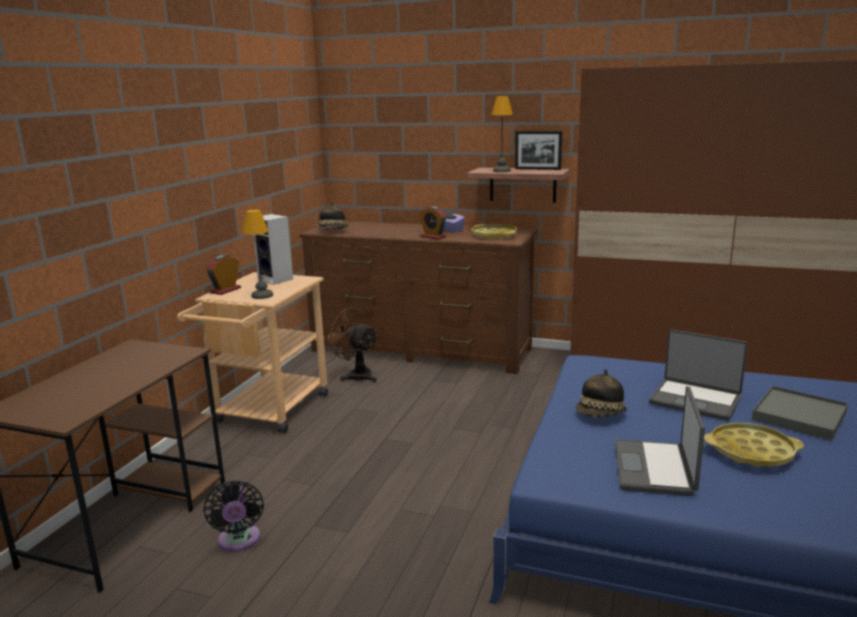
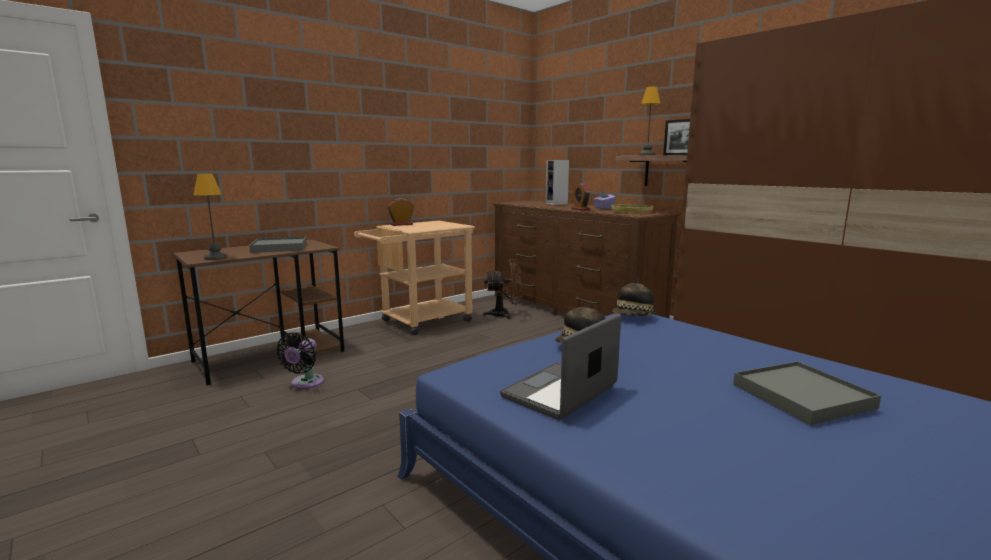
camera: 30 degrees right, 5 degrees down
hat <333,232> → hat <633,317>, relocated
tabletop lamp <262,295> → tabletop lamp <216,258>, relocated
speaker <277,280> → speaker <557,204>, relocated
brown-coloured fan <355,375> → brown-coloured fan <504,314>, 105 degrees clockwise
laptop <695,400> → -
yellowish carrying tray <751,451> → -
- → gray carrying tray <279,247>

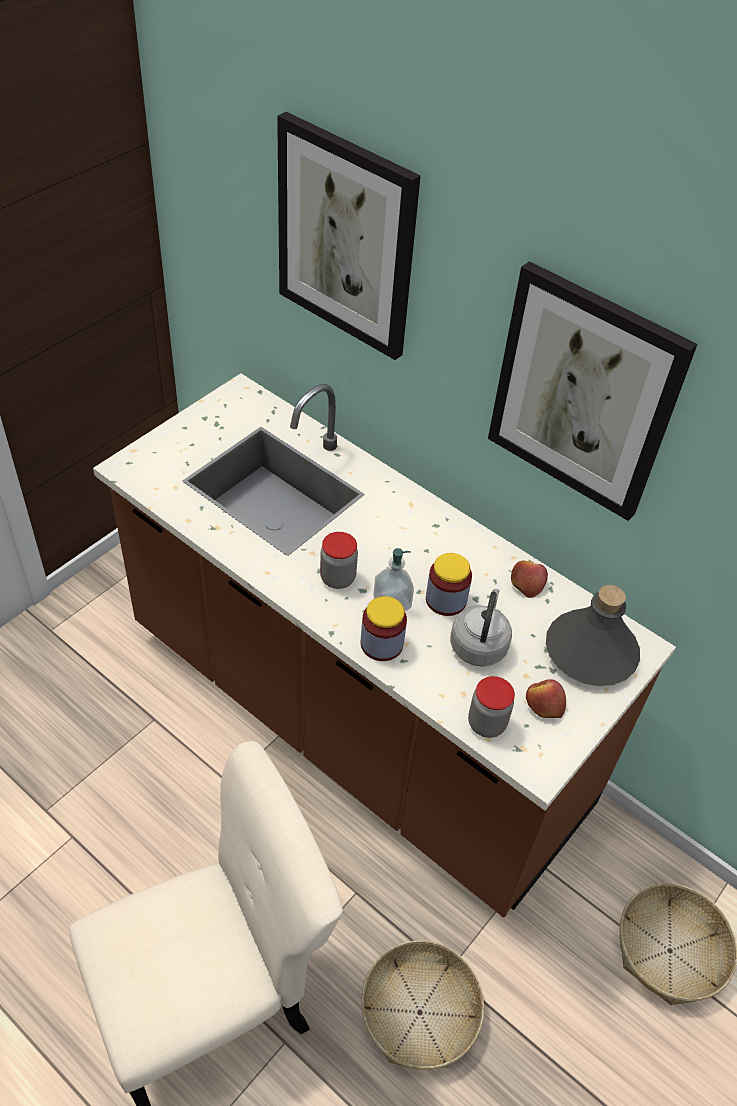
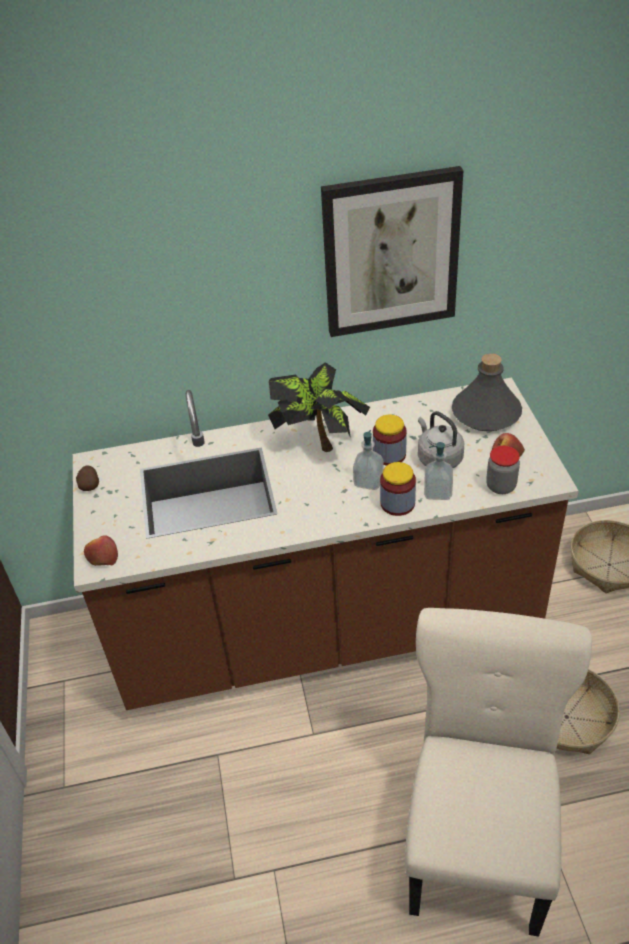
camera: 45 degrees left, 5 degrees down
wall picture <346,238> → -
preserve jar <337,578> → -
whole apple <527,582> → whole apple <102,556>, relocated
- → potted plant <318,442>
- → soap bottle <437,492>
- → spud <90,485>

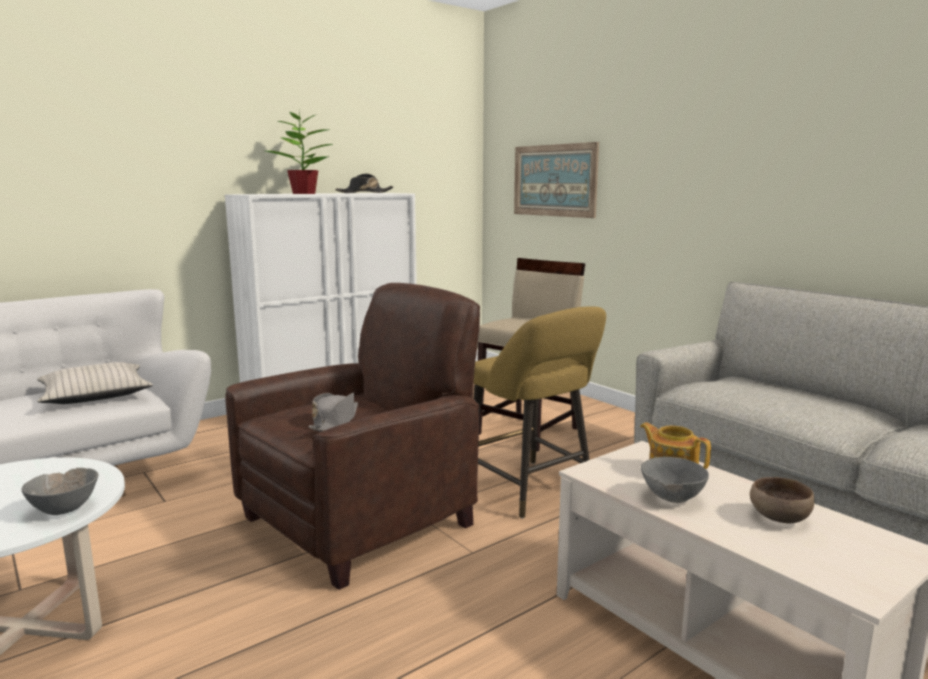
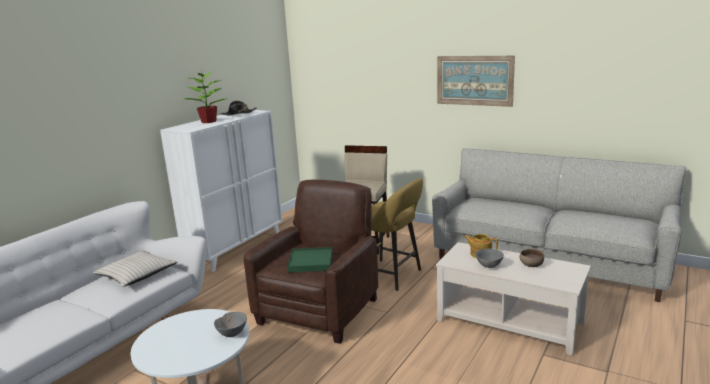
camera: 20 degrees left, 5 degrees up
wall picture <554,180> → wall picture <474,80>, relocated
gray hat <335,421> → greenish carrying tray <310,262>

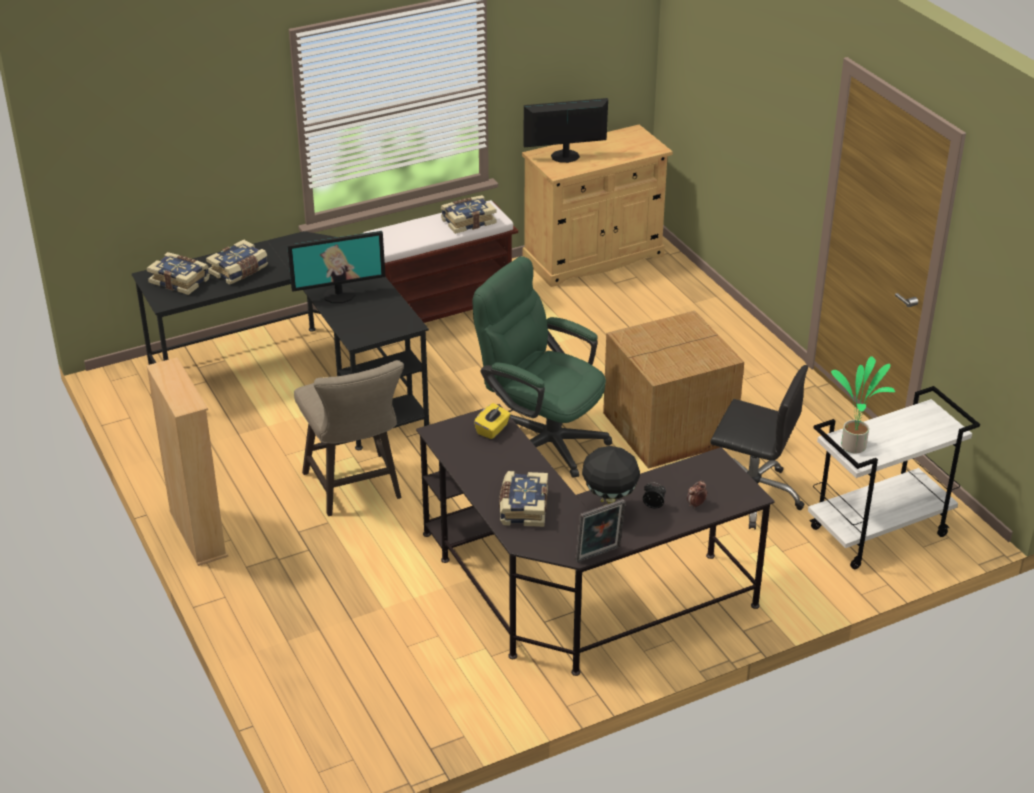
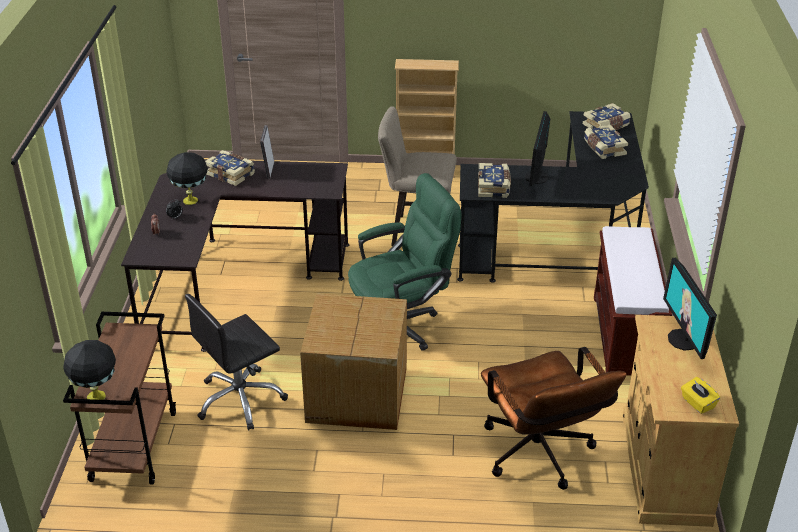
camera: 120 degrees right, 0 degrees up
monitor <565,156> → monitor <683,339>, 150 degrees clockwise
book <468,221> → book <494,187>, relocated
potted plant <855,446> → -
whitish trolley <878,533> → brown-coloured trolley <133,445>
yellowish box of tissues <492,430> → yellowish box of tissues <697,403>, relocated
picture frame <599,556> → picture frame <268,170>, relocated
- → blackish tabletop lamp <97,396>
- → brown-coloured computer chair <541,457>

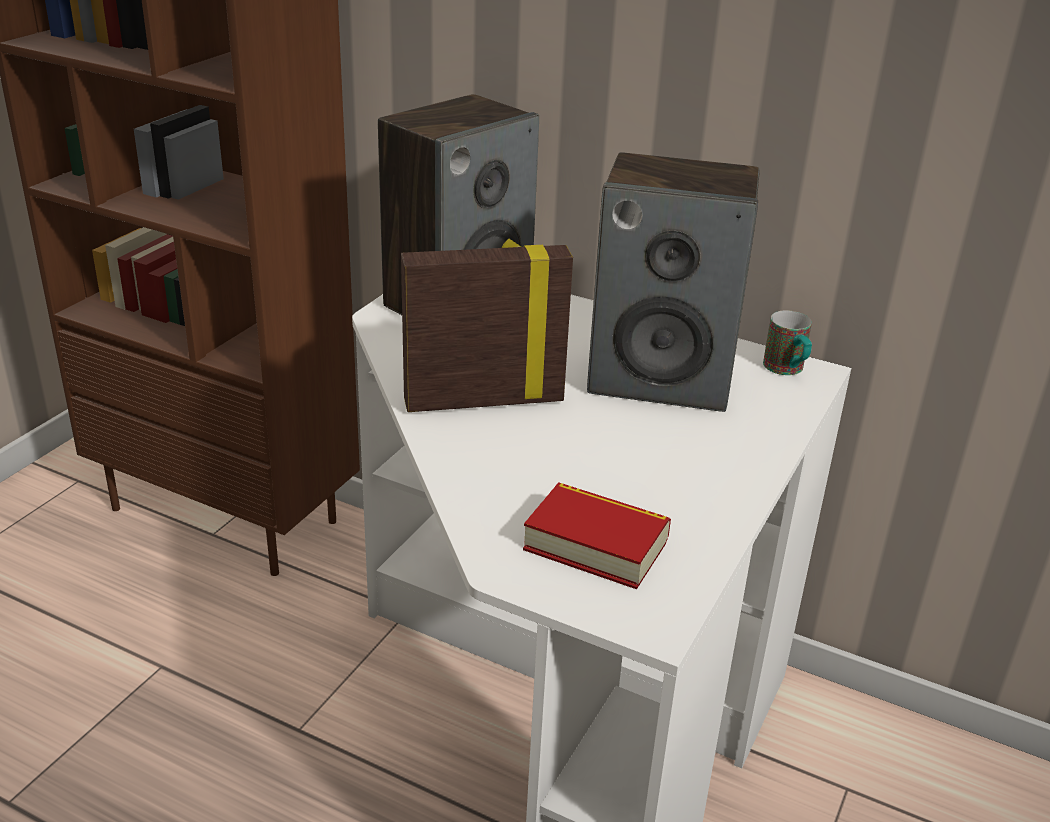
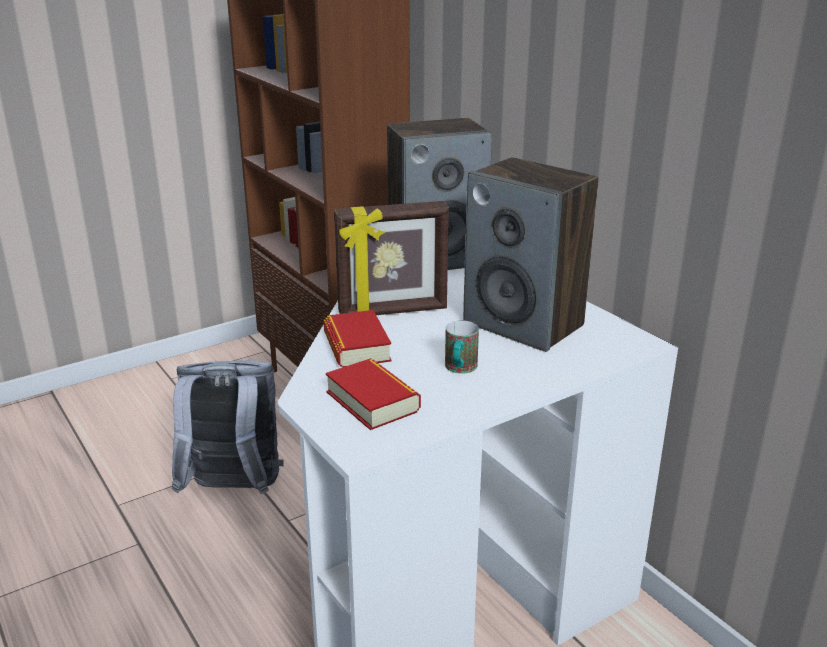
camera: 30 degrees right, 5 degrees down
picture frame <483,400> → picture frame <393,312>, 150 degrees clockwise
mug <787,370> → mug <459,369>, relocated
- → book <356,347>
- → gray backpack <233,490>

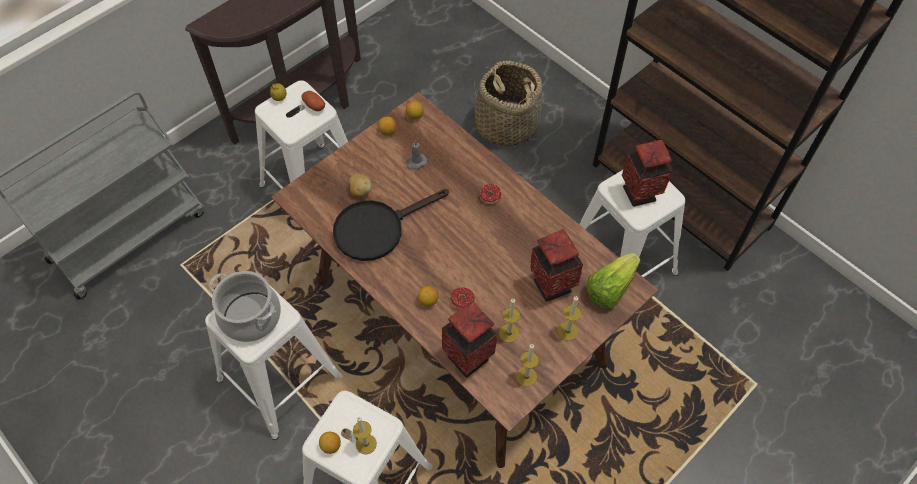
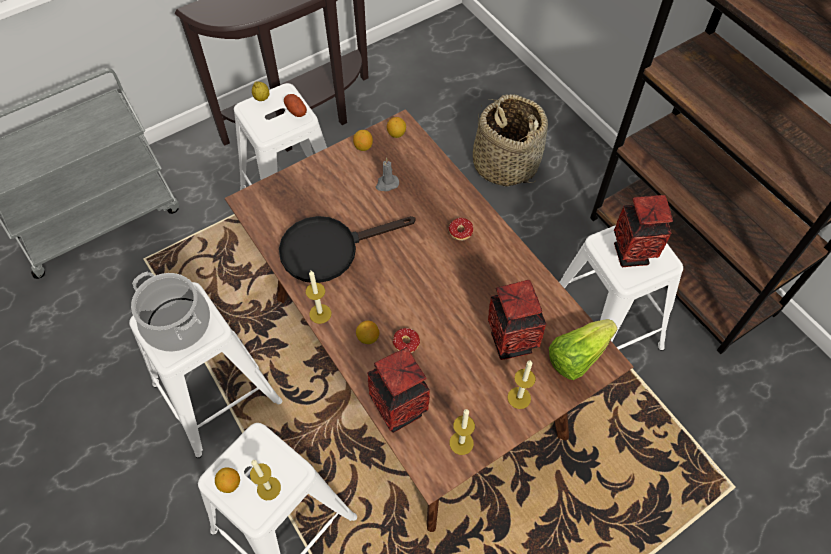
camera: 10 degrees right, 0 degrees up
spud <360,191> → -
wax candle <509,333> → wax candle <320,313>, relocated

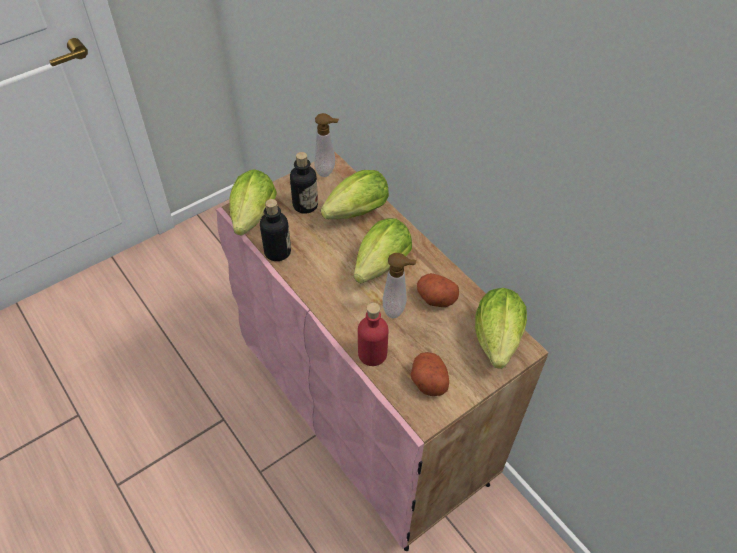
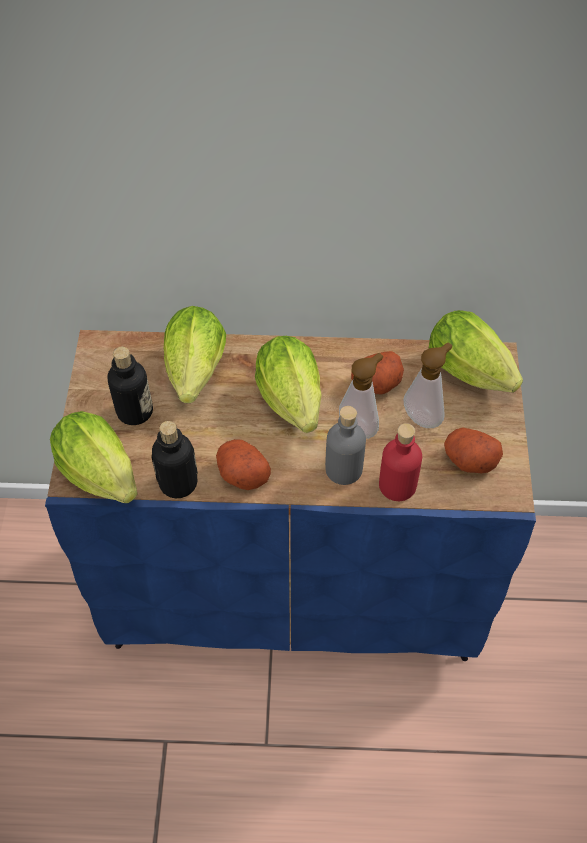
camera: 50 degrees left, 5 degrees up
soap bottle <327,171> → soap bottle <424,416>, relocated
pink-coloured cabinet <368,417> → bluish cabinet <295,587>
- → gray drink bottle <343,469>
- → spud <242,473>

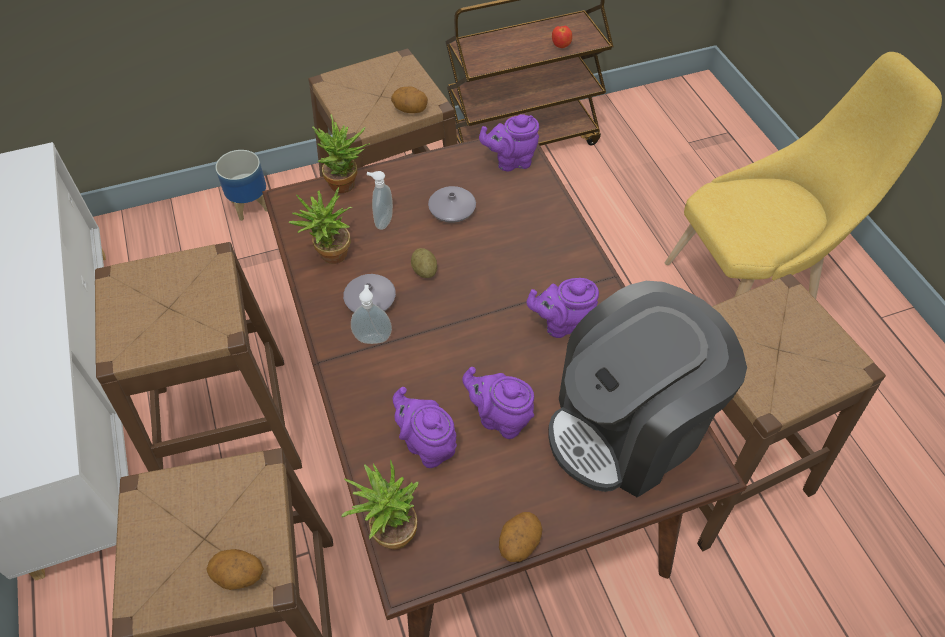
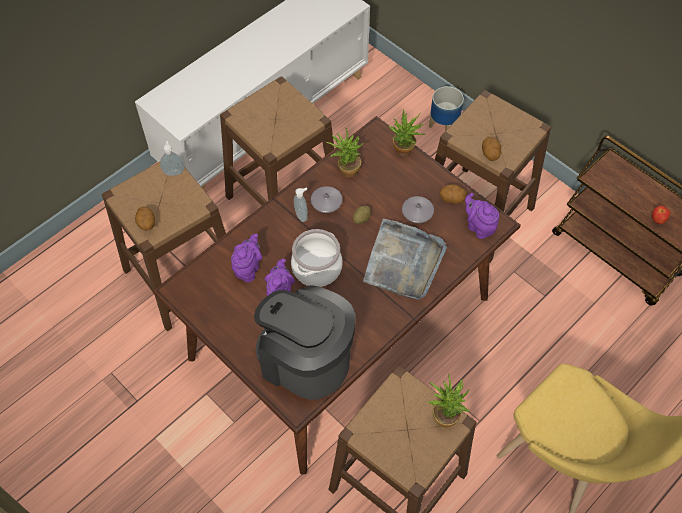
camera: 65 degrees right, 5 degrees up
soap bottle <382,221> → soap bottle <174,172>, relocated
purple teapot <562,324> → -
potted plant <389,530> → potted plant <444,414>, relocated
spud <518,543> → spud <452,199>, relocated
- → gray carrying tray <403,262>
- → cooking pot <317,268>

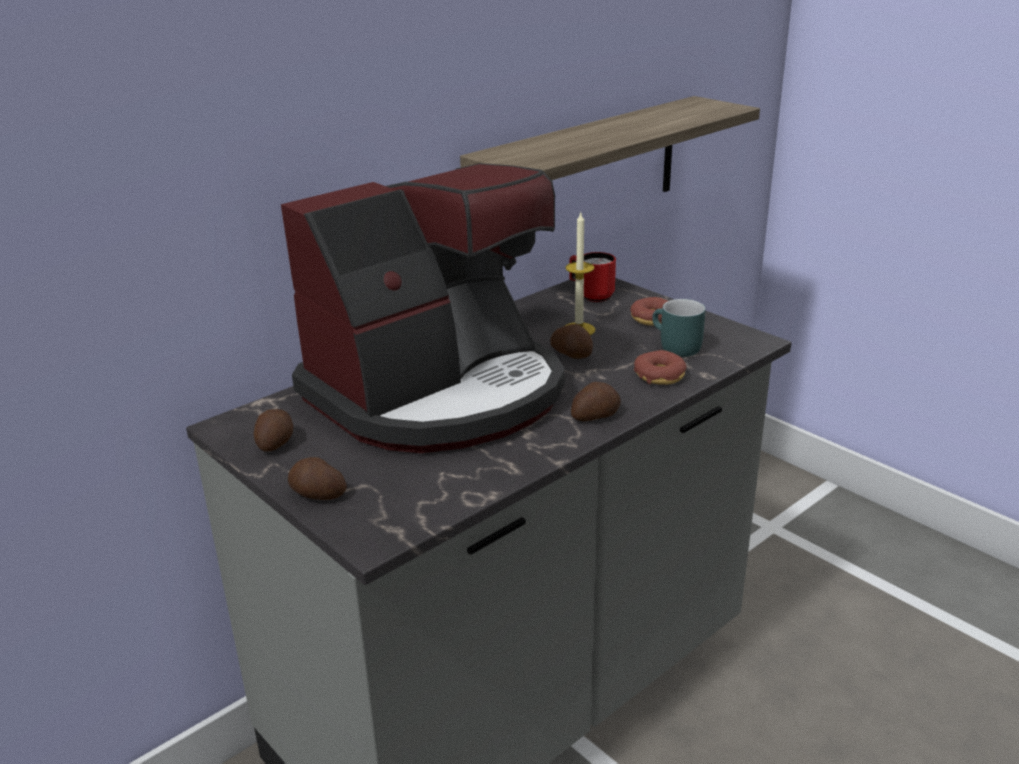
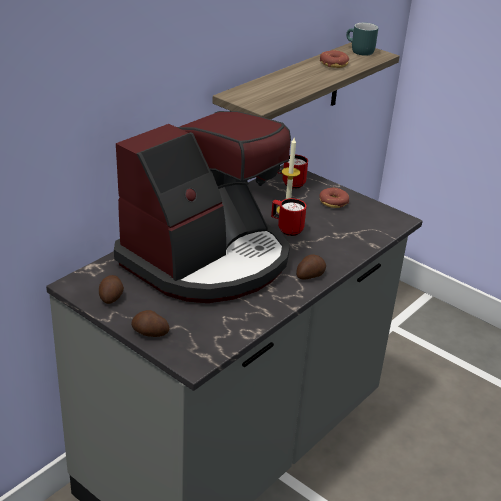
camera: 10 degrees left, 5 degrees up
turquoise-coloured mug <673,347> → turquoise-coloured mug <358,51>, relocated
spud <572,353> → reddish mug <286,229>
doughnut <659,375> → doughnut <334,64>, relocated

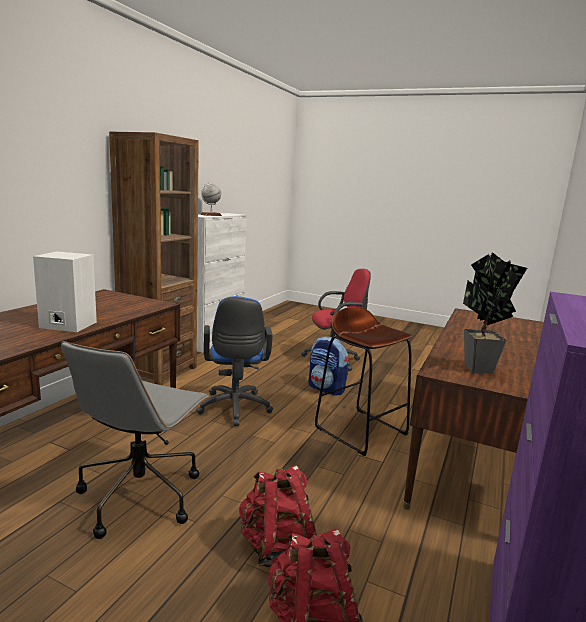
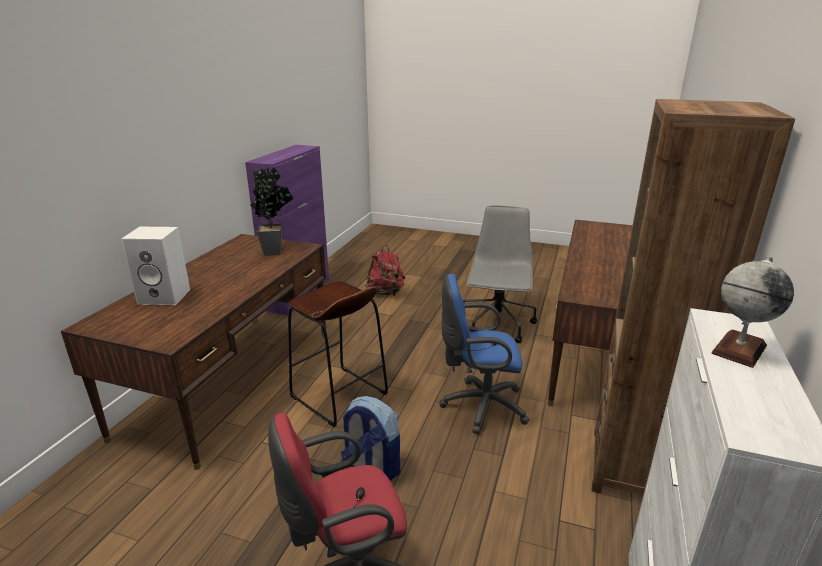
camera: 175 degrees right, 10 degrees up
whitish speaker <66,325> → whitish speaker <166,296>, relocated
bluish computer chair <234,409> → bluish computer chair <479,406>, 75 degrees counterclockwise
reddish backpack <275,546> → -

